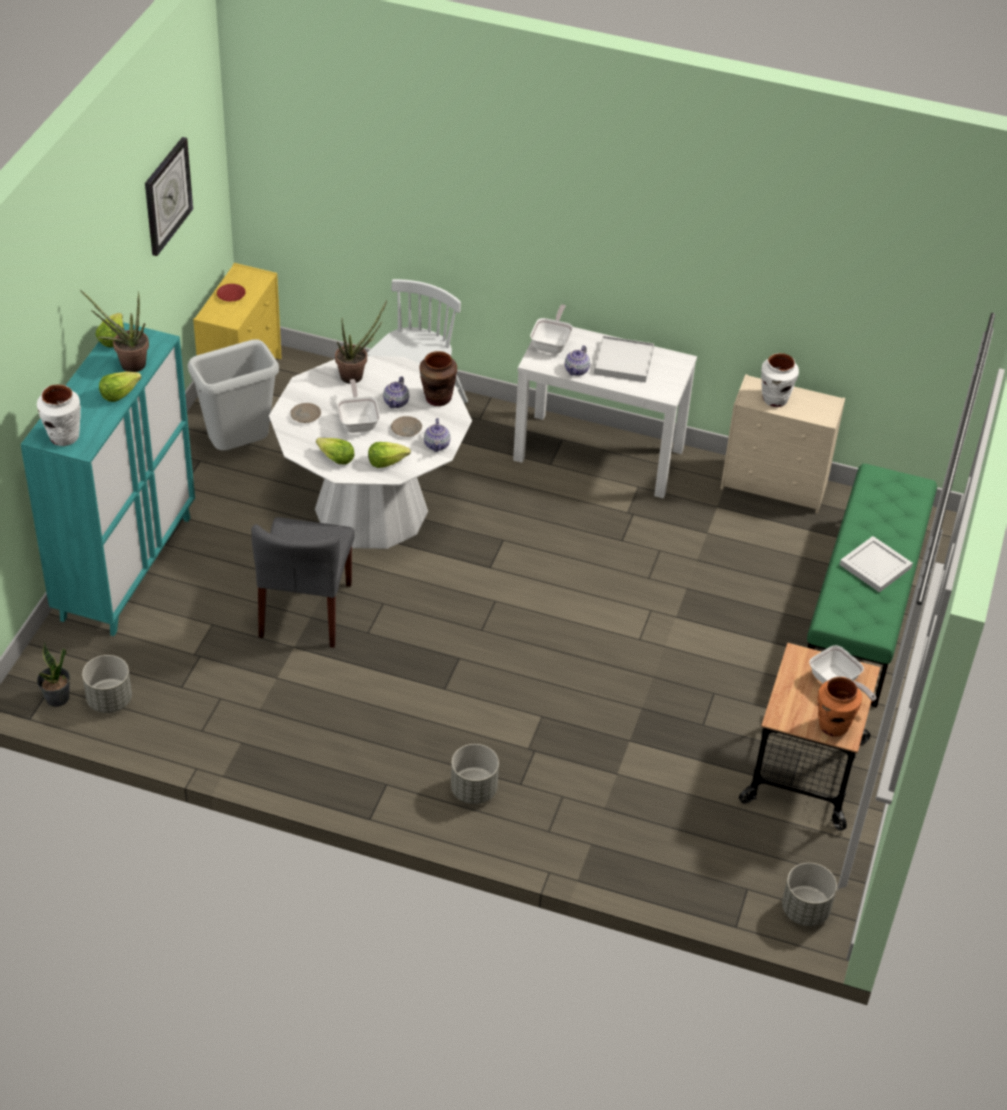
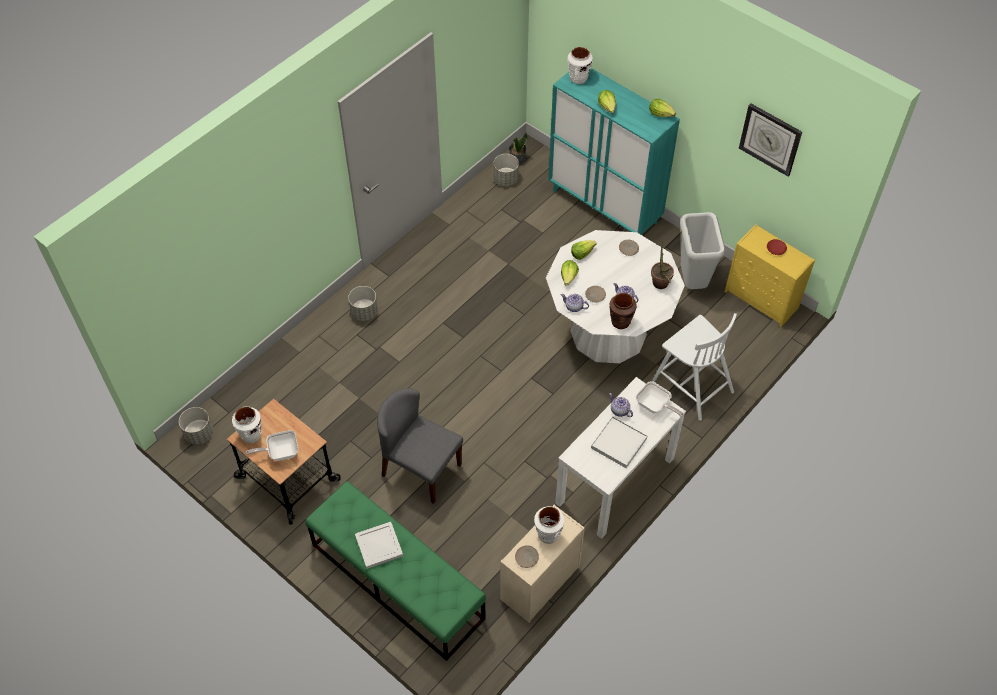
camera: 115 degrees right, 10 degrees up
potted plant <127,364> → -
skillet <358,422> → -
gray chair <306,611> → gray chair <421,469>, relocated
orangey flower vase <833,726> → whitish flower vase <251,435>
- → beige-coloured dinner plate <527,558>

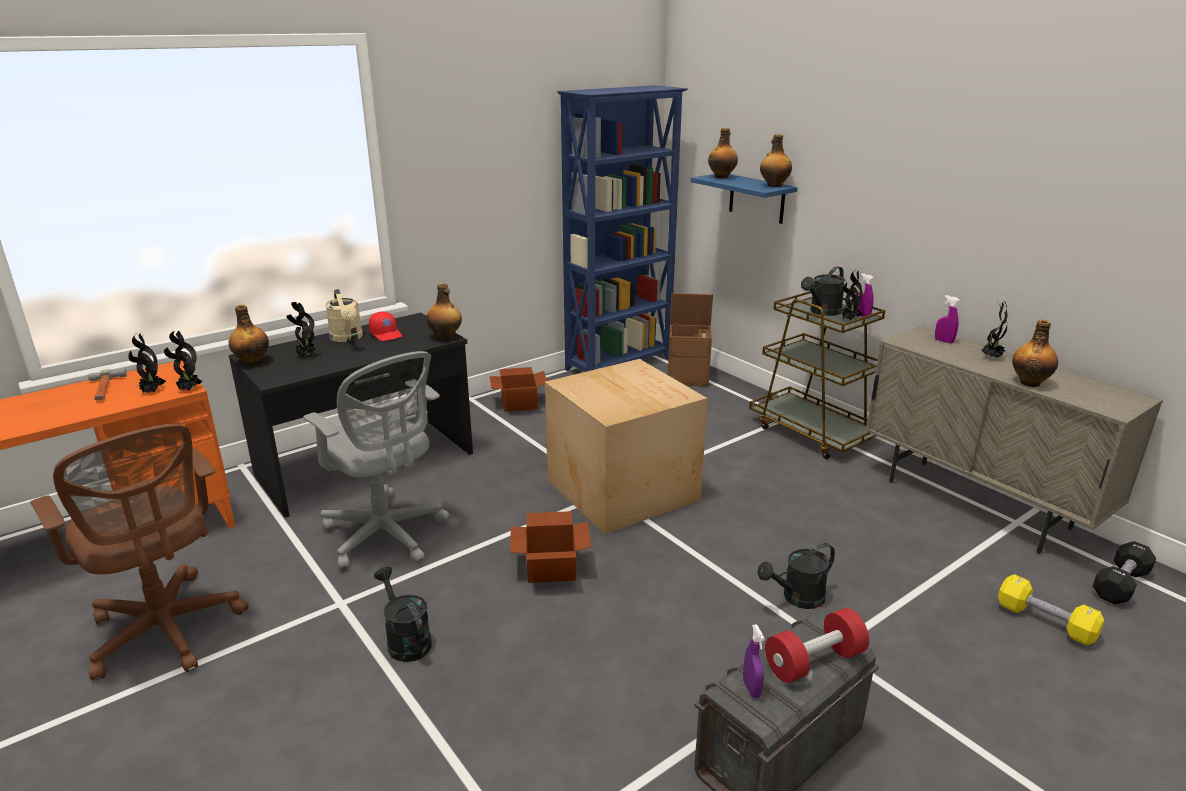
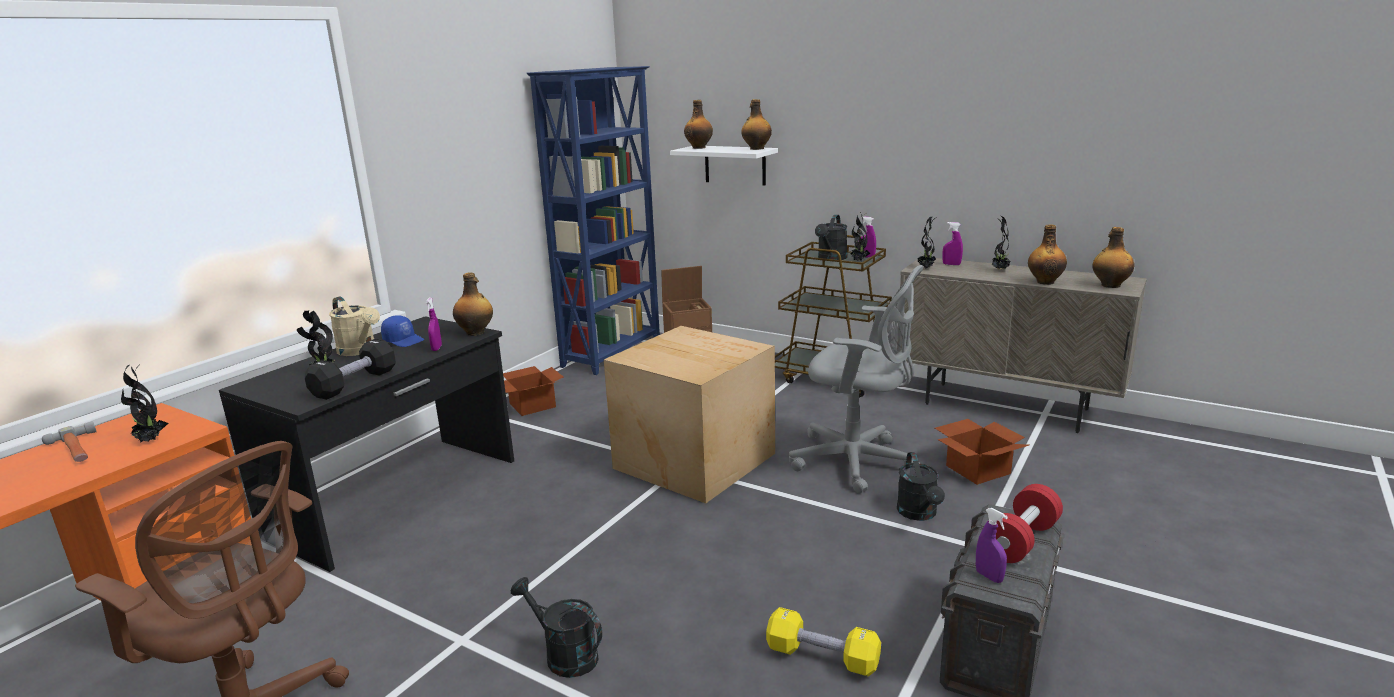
camera: 20 degrees left, 5 degrees down
bluish bracket shelf <756,198> → whitish bracket shelf <735,165>
drink bottle <253,362> → drink bottle <1110,285>, relocated
reddish cap <386,334> → bluish cap <404,340>
potted plant <189,390> → potted plant <926,268>, relocated
gray computer chair <387,536> → gray computer chair <857,462>, relocated
packing box <552,566> → packing box <977,469>, relocated
blackish free weight <1120,584> → blackish free weight <355,383>, relocated
blackish watering can <797,598> → blackish watering can <919,514>, 45 degrees counterclockwise
yellowish free weight <1045,622> → yellowish free weight <822,657>, relocated
- → purple spray bottle <436,348>

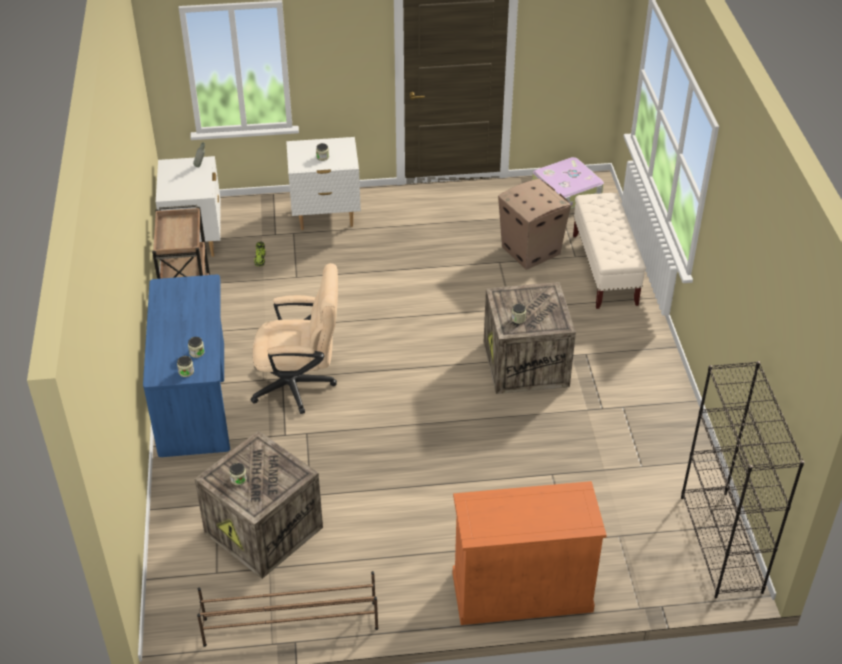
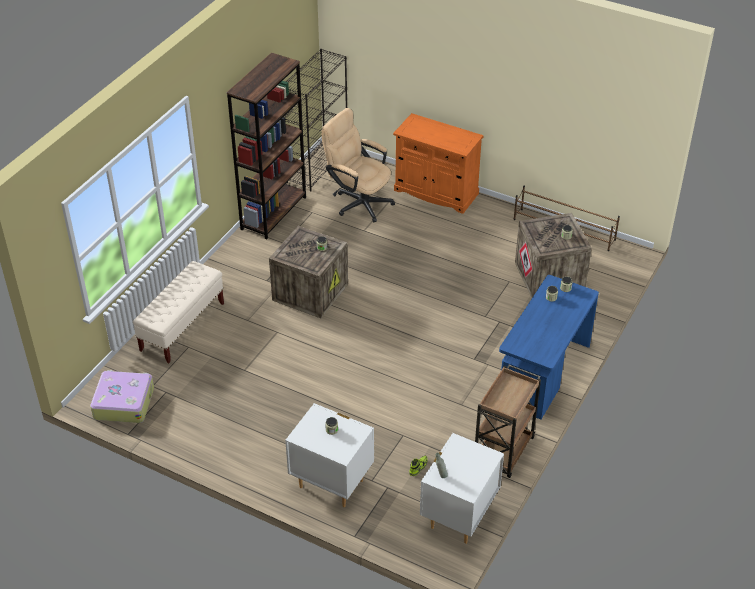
camera: 145 degrees left, 0 degrees up
packing box <530,250> → -
beige-coloured computer chair <300,385> → beige-coloured computer chair <358,202>, relocated
- → brown-coloured shelving unit <273,213>

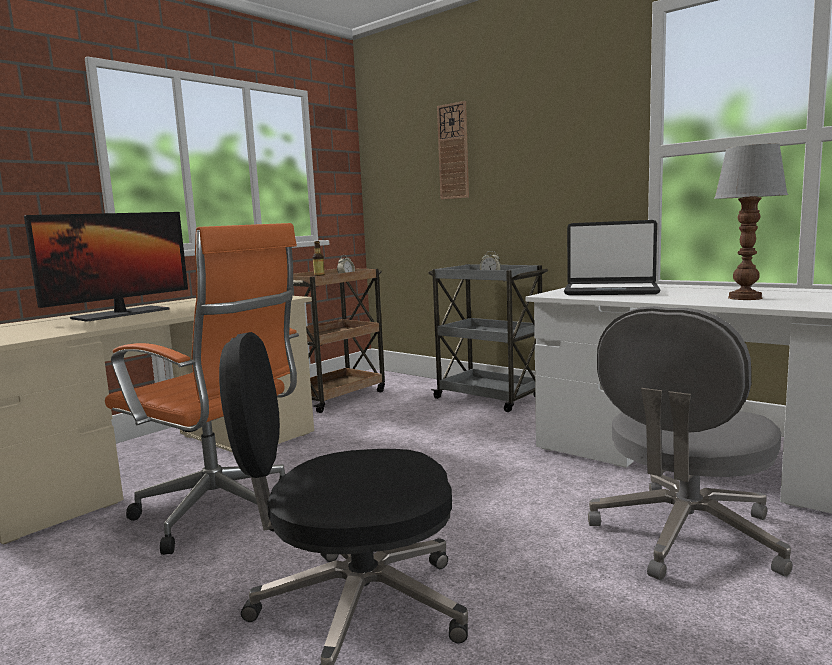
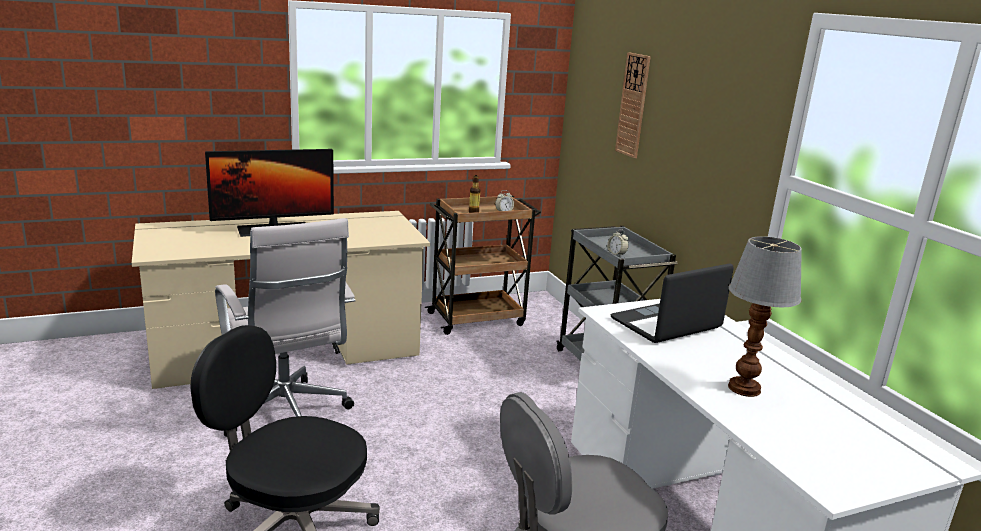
camera: 25 degrees right, 10 degrees up
laptop <610,291> → laptop <666,324>, 105 degrees clockwise
orangey computer chair <222,514> → whitish computer chair <287,416>

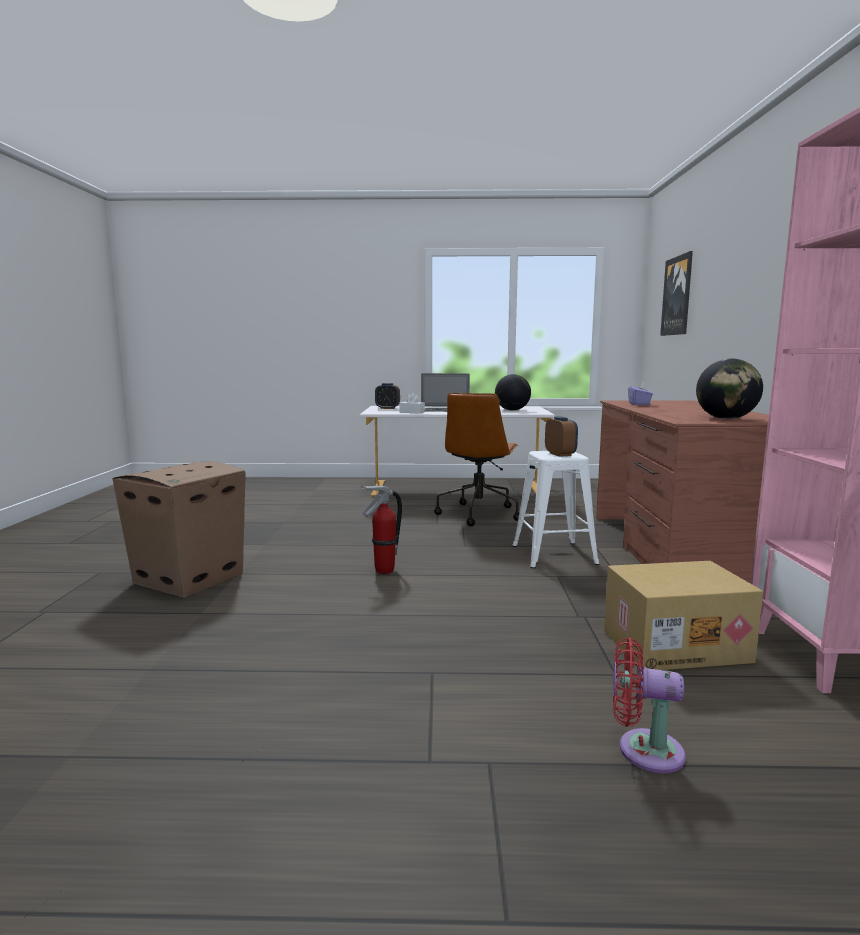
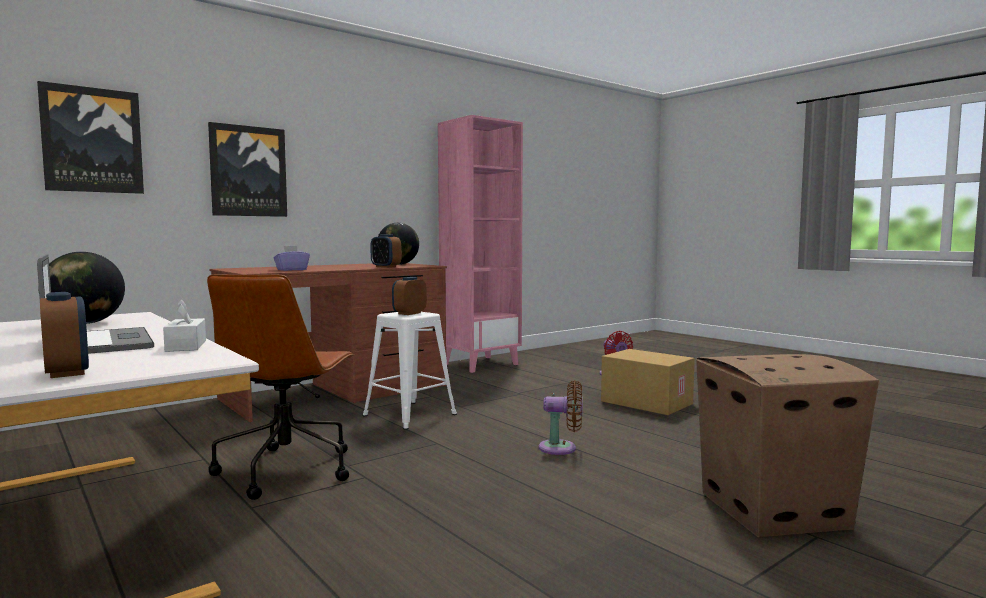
camera: 130 degrees left, 5 degrees down
brown-coloured computer chair <478,514> → brown-coloured computer chair <286,469>, 120 degrees clockwise
extinguisher <384,571> → brown-coloured fan <562,448>
packing box <675,645> → packing box <645,402>, relocated
- → wall picture <248,171>
- → alarm clock <385,267>

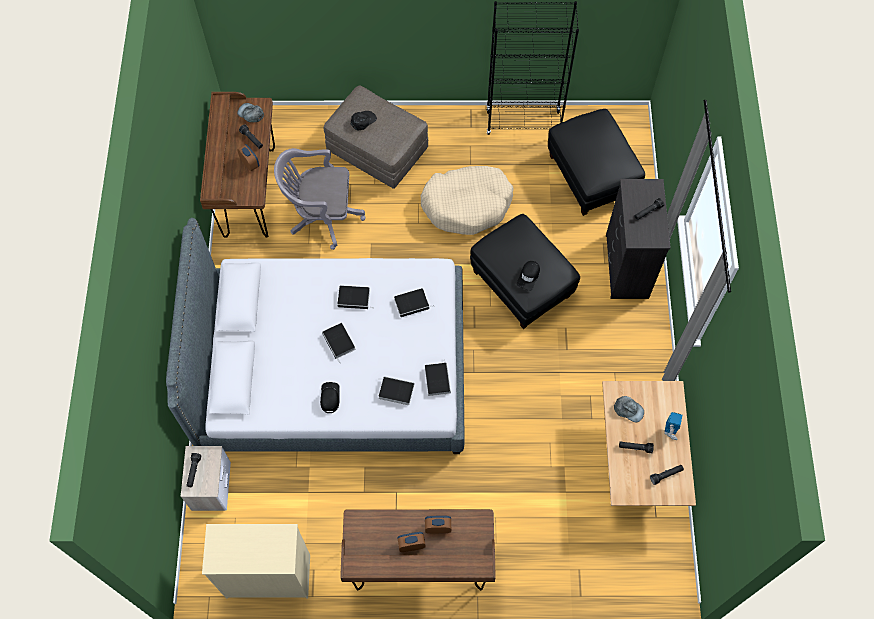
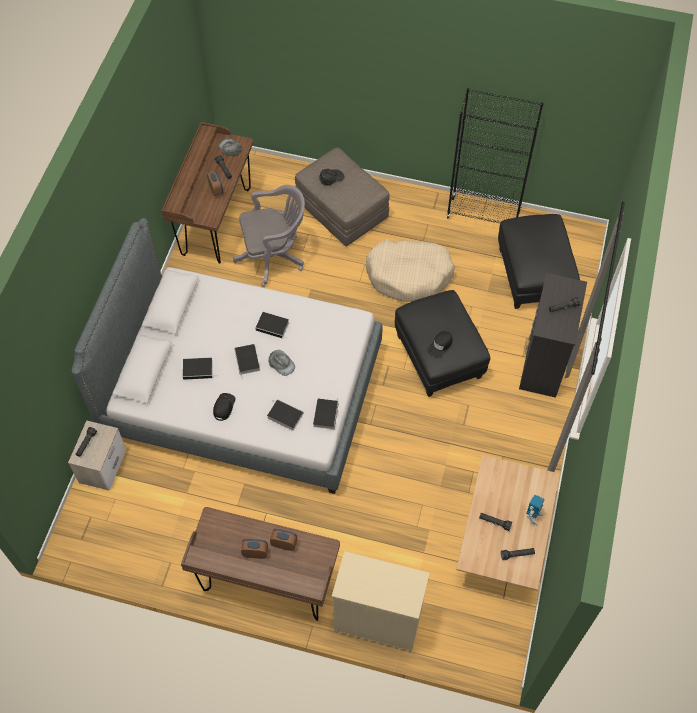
camera: 15 degrees right, 5 degrees down
gray computer chair <321,216> → gray computer chair <273,256>, 150 degrees clockwise
book <412,303> → book <199,369>, relocated
gray cap <628,410> → gray cap <281,364>, relocated
beige-coloured dresser <267,575> → beige-coloured dresser <377,621>, relocated

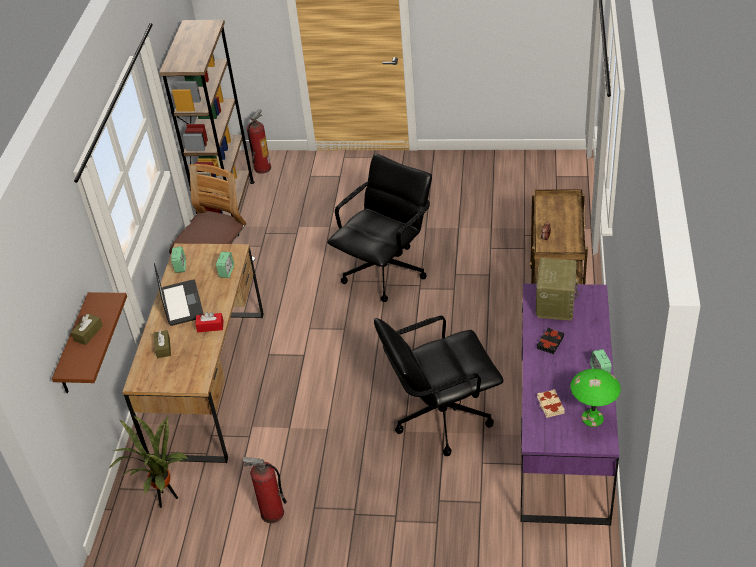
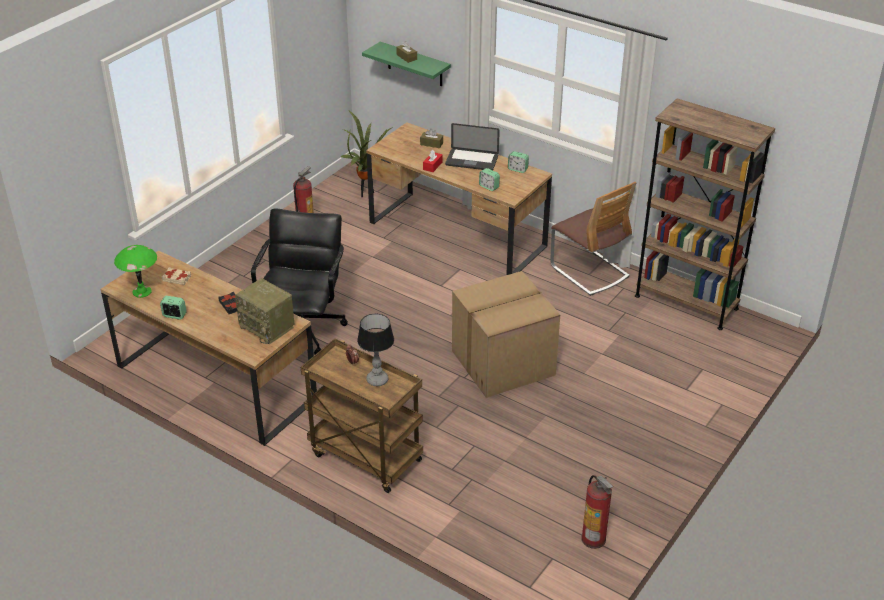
camera: 115 degrees right, 5 degrees down
extinguisher <262,168> → extinguisher <594,539>, relocated
blackish computer chair <385,271> → packing box <502,364>
purple desk <562,434> → brown-coloured desk <216,382>
brown-coloured bracket shelf <75,346> → greenish bracket shelf <415,64>
- → tabletop lamp <377,380>

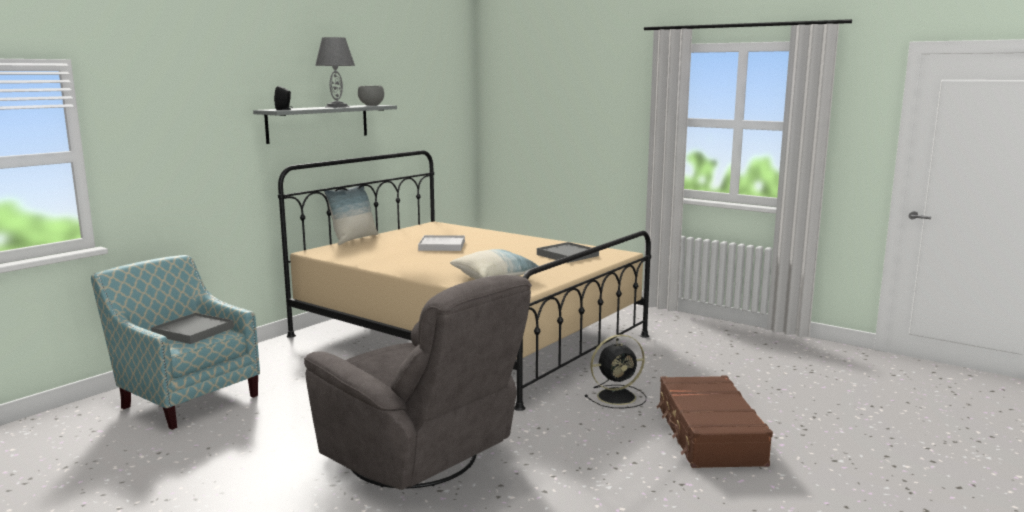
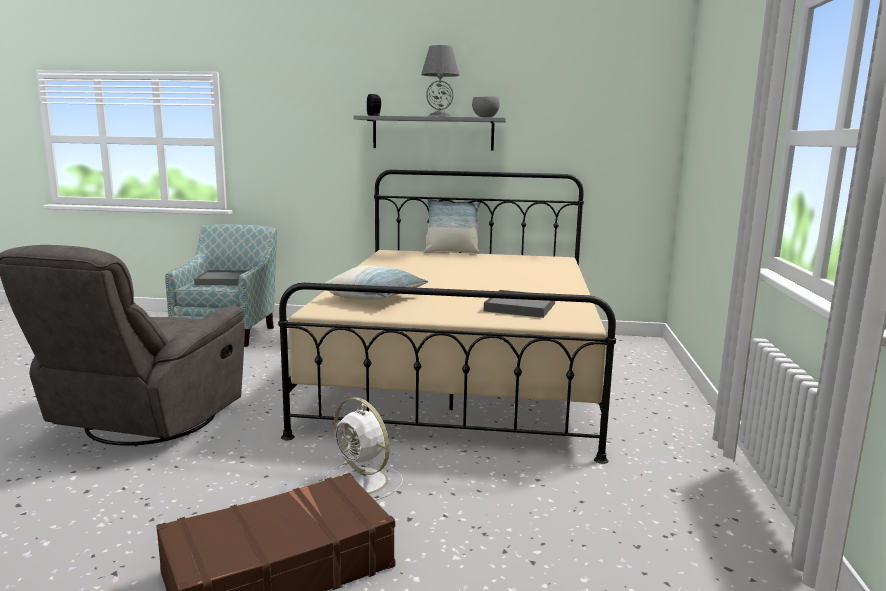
camera: 60 degrees right, 0 degrees up
whitish carrying tray <442,246> → -
blackish fan <618,396> → whitish fan <363,482>

